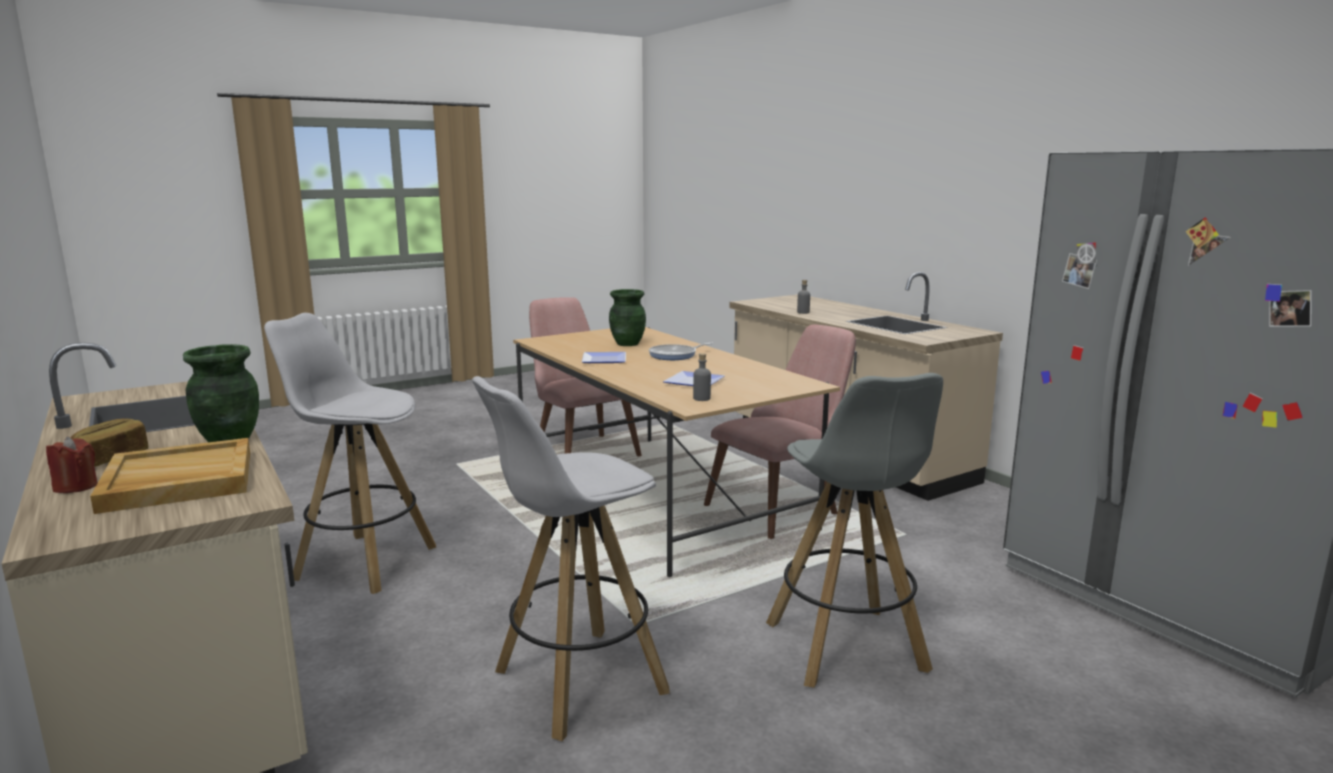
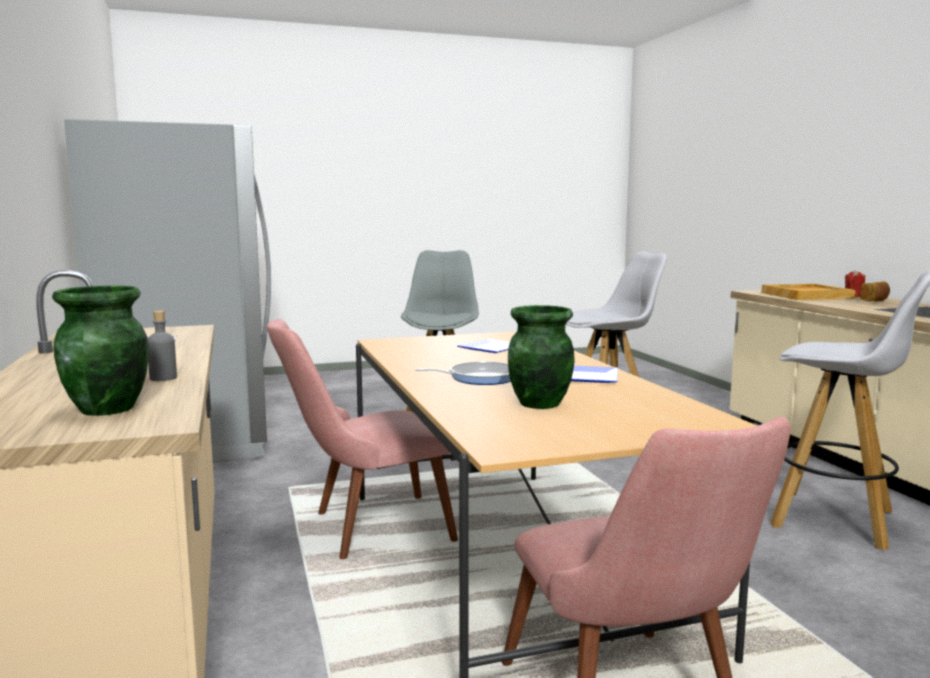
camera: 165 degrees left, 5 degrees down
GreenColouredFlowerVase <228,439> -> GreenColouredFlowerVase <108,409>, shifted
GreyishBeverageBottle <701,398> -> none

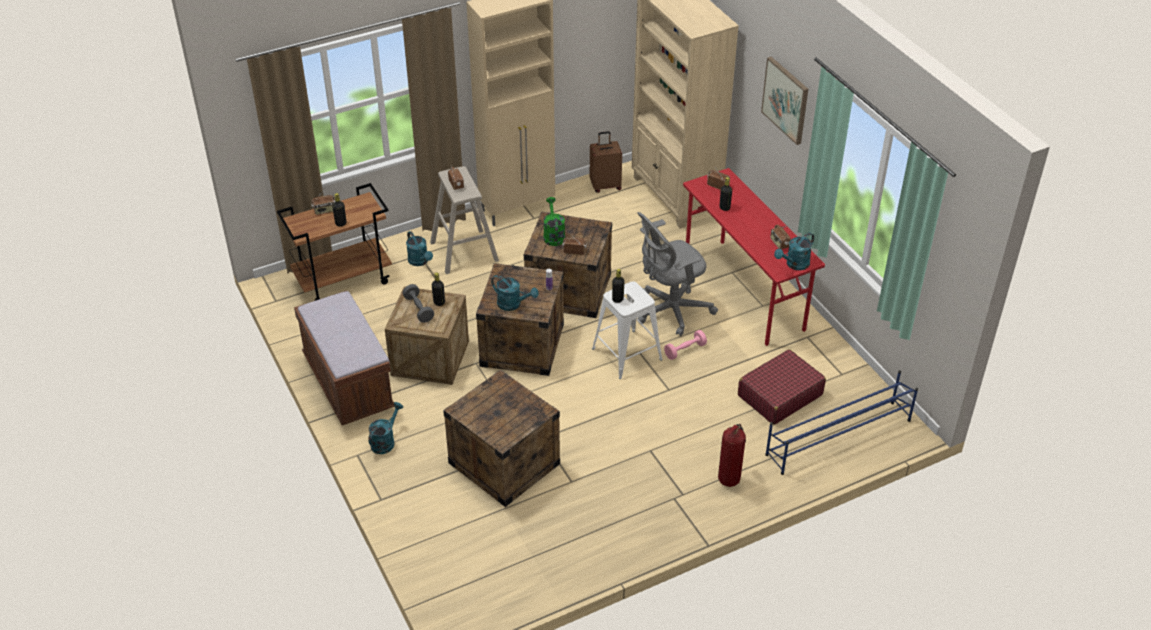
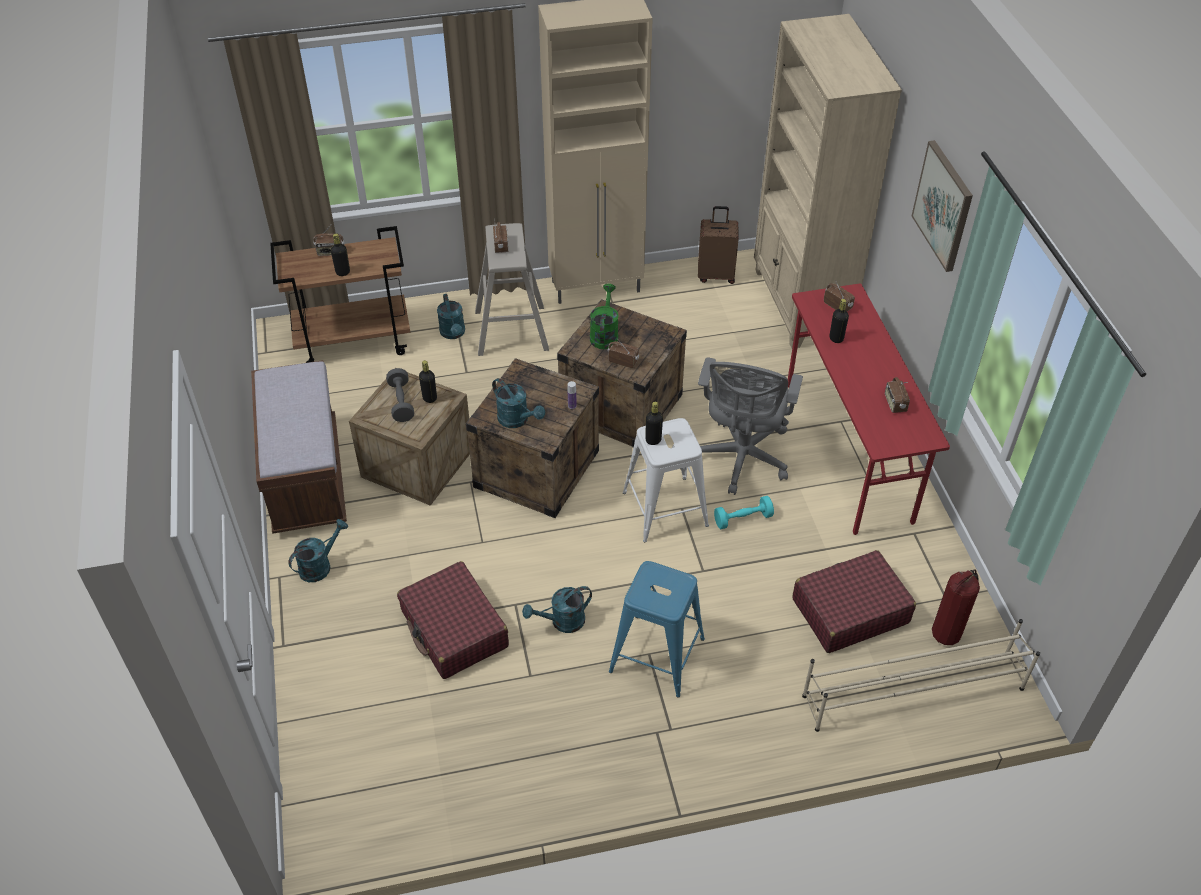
camera: 15 degrees right, 5 degrees up
GreyishComputerChair <670,311> -> GreyishComputerChair <741,459>, 60 degrees counterclockwise
TurquoiseSprinklingCan <794,265> -> TurquoiseSprinklingCan <562,622>, shifted
PinkishDumbbell <685,350> -> TurquoiseDumbbell <743,519>
PackingCrate <504,463> -> RedColouredPieceOfLuggage <454,629>
BlueShoeShelf <837,437> -> BeigeColouredShoeShelf <912,692>
FireFightingCylinder <729,478> -> FireFightingCylinder <947,633>, shifted
none -> BlueSittingStool <657,655>

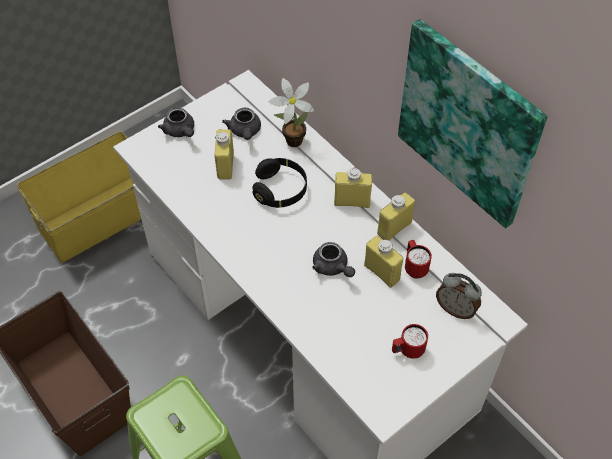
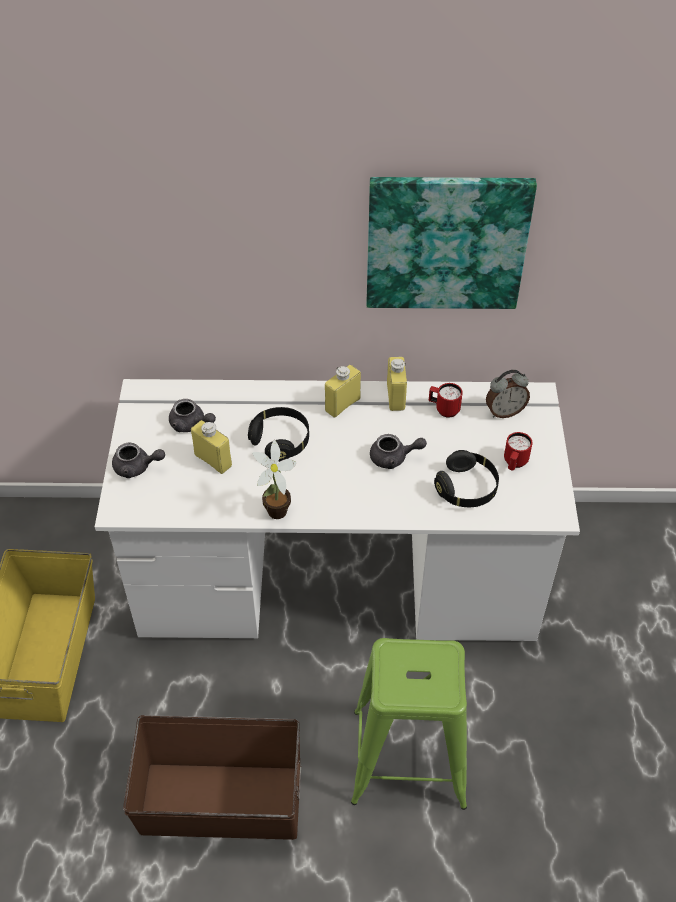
camera: 50 degrees left, 5 degrees down
Houseplant <291,141> -> Houseplant <274,513>, shifted
YellowishBeverageBottle <381,272> -> none
none -> BlackishHeadphones <466,488>

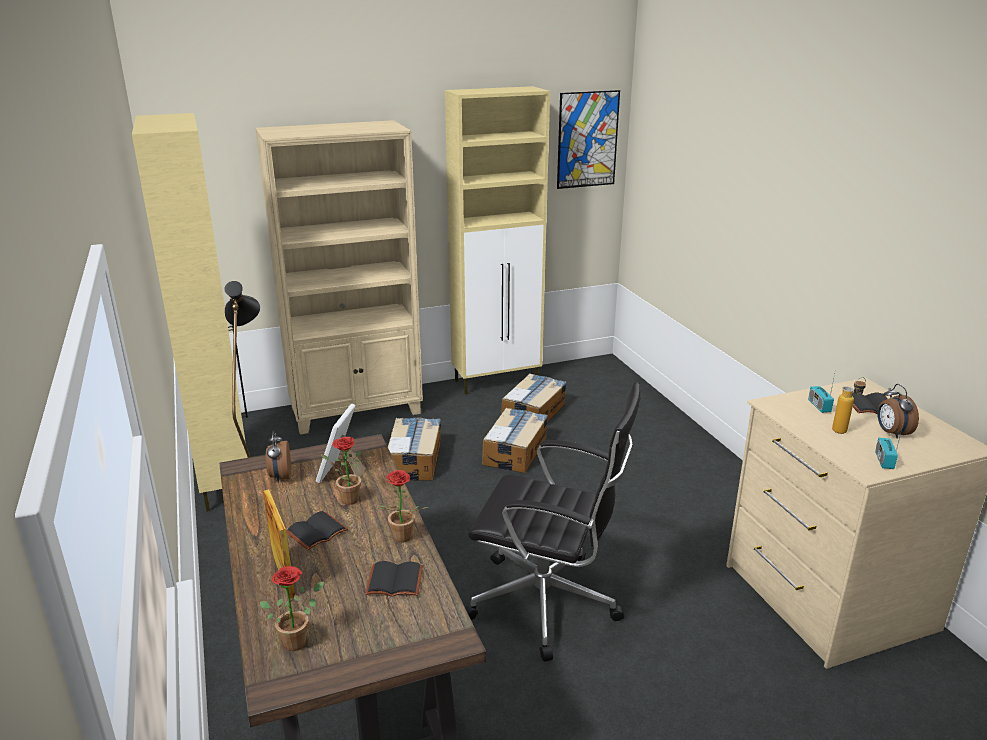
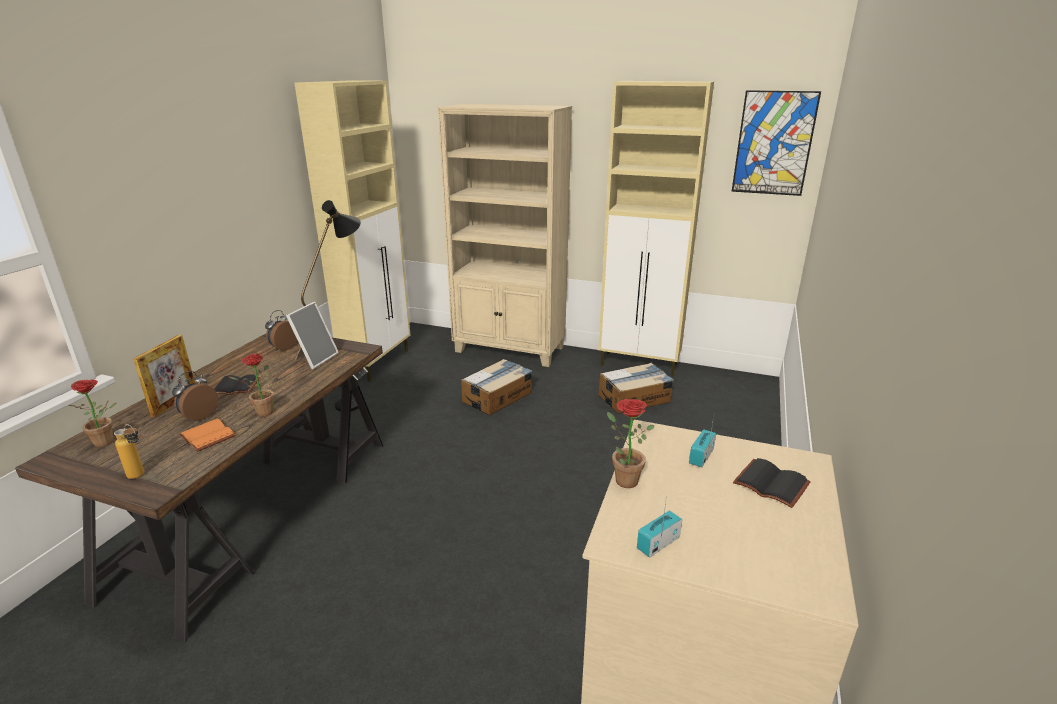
camera: 40 degrees right, 0 degrees up
BeverageBottle <844,429> -> BeverageBottle <140,476>, shifted
BlackishComputerChair <548,603> -> none
BedsideClock <891,433> -> BedsideClock <198,416>, shifted
StandingFrame <341,472> -> StandingFrame <315,359>, 150 degrees clockwise
PackingBox <515,451> -> none
Houseplant <346,499> -> Houseplant <622,479>, shifted
BlackishBoundBook <393,582> -> OrangeColouredBoundBook <206,436>

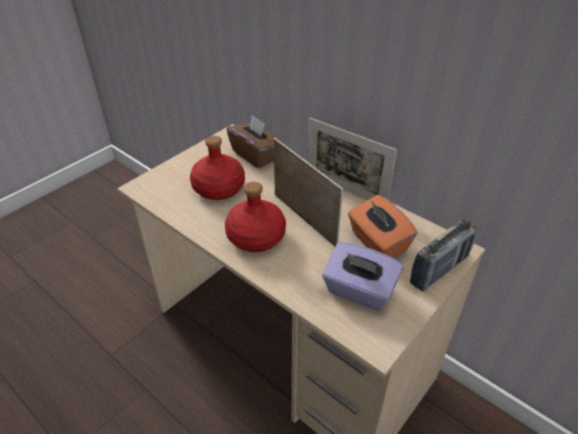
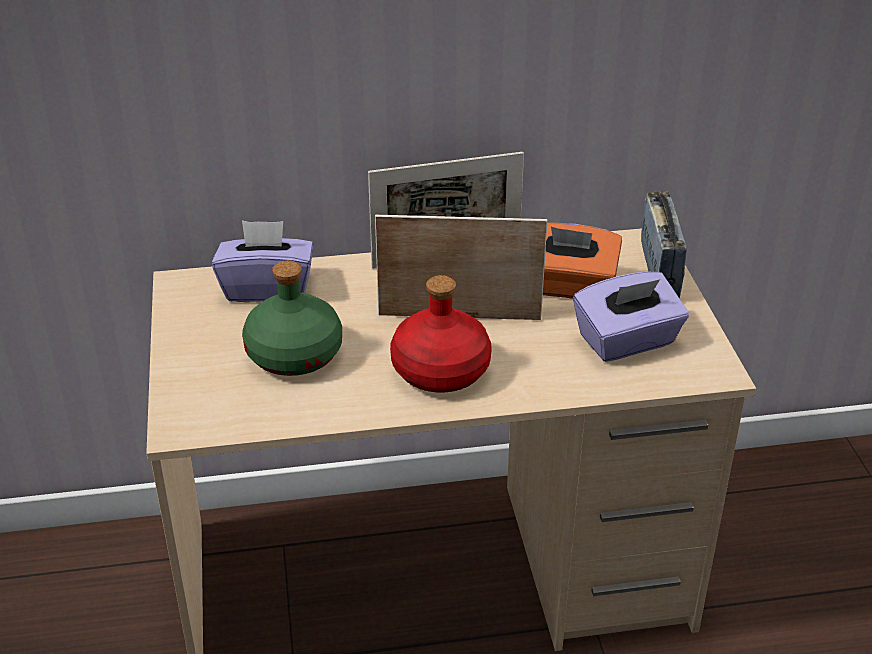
camera: 50 degrees left, 5 degrees down
BrownColouredTissueHolder <255,155> -> PurplishTissueHolder <267,288>
RedColouredBeverageBottle <219,188> -> GreenColouredBeverageBottle <295,354>

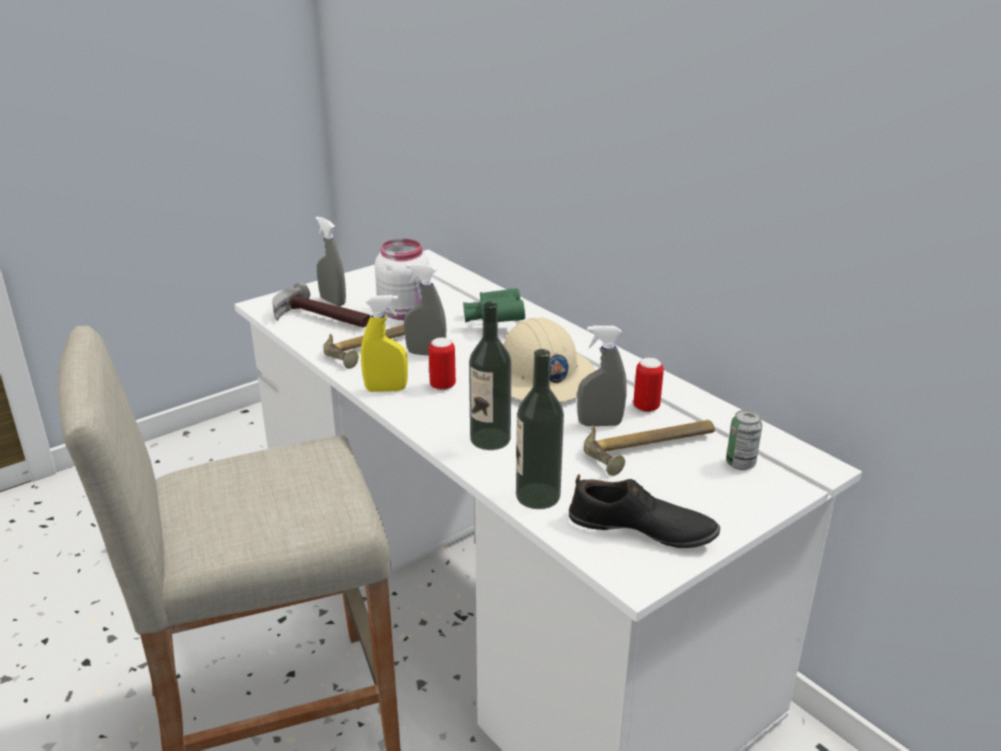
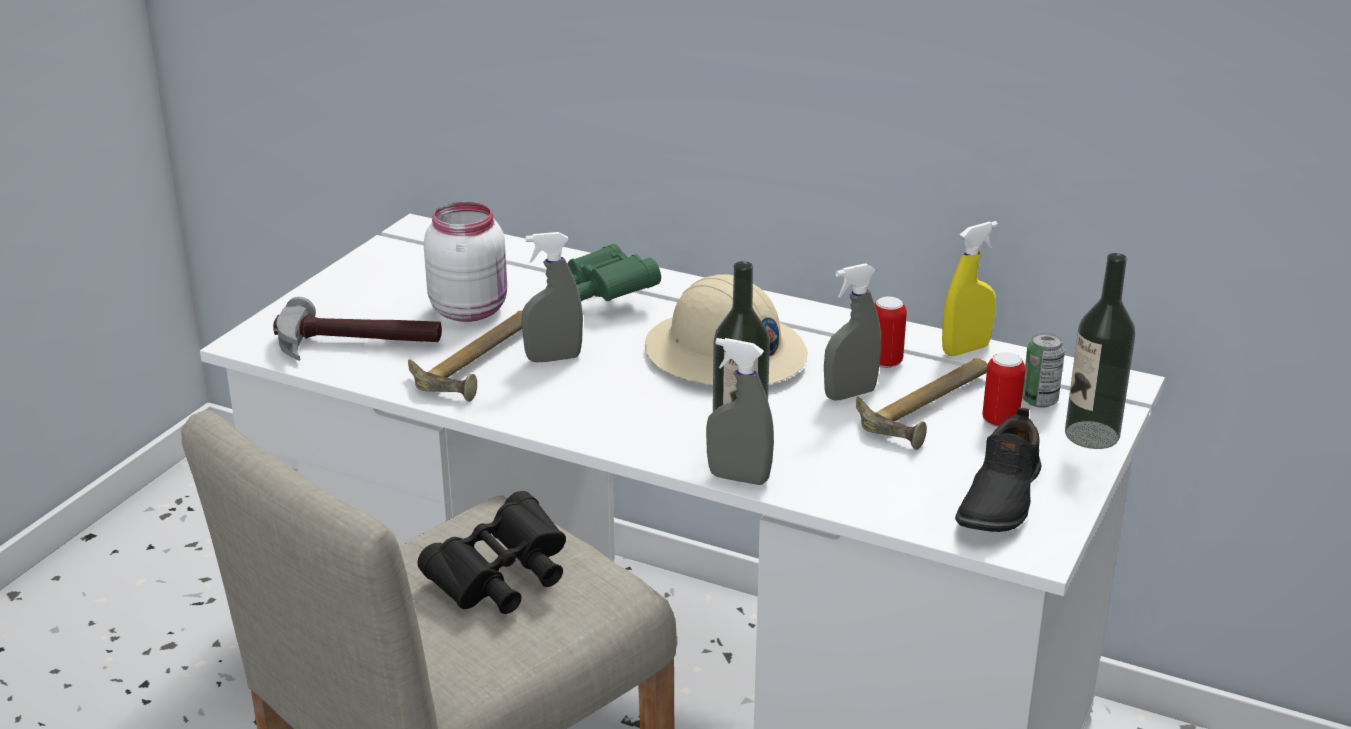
camera: 25 degrees left, 0 degrees up
GreyishHandSprayer <333,301> -> GreyishHandSprayer <738,478>, shifted
YellowishHandSprayer <386,389> -> YellowishHandSprayer <965,349>, shifted
Can <442,386> -> Can <1000,421>, shifted
BeverageBottle <538,496> -> BeverageBottle <1091,435>, shifted
BlackishLowShoe <641,529> -> BlackishLowShoe <998,499>, 120 degrees clockwise
none -> BlackishFieldGlasses <501,580>

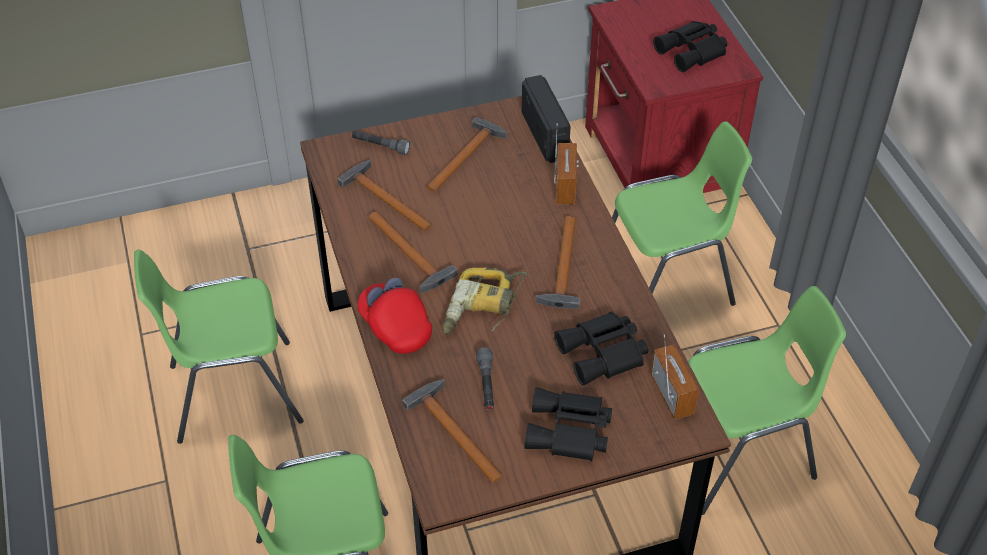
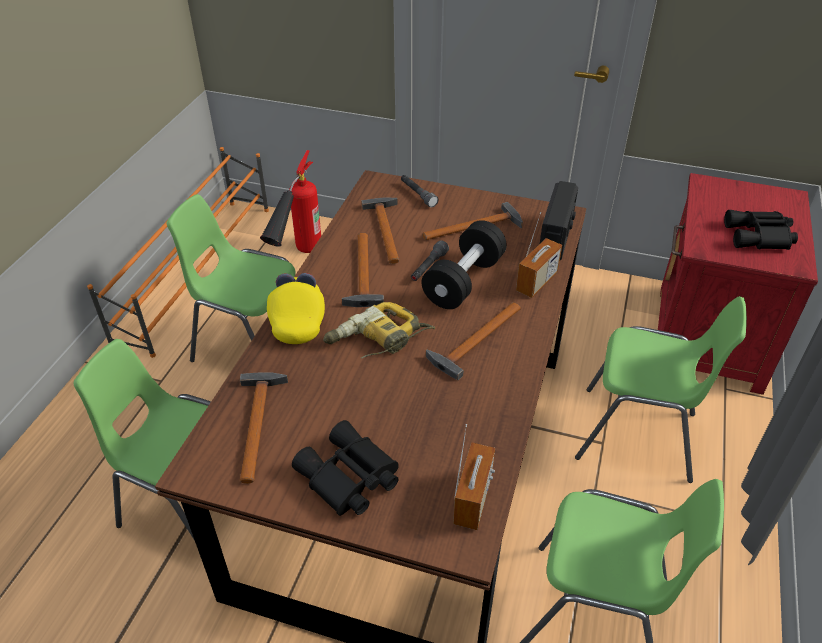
camera: 35 degrees right, 5 degrees down
RedColouredPeakedCap <395,327> -> YellowishPeakedCap <298,320>
BlackishFieldGlasses <604,354> -> none
GreyishFlashlight <486,385> -> GreyishFlashlight <428,267>, shifted
none -> OrangeColouredShoeShelf <198,271>
none -> FireFightingCylinder <298,260>
none -> BlackishDumbbell <464,281>

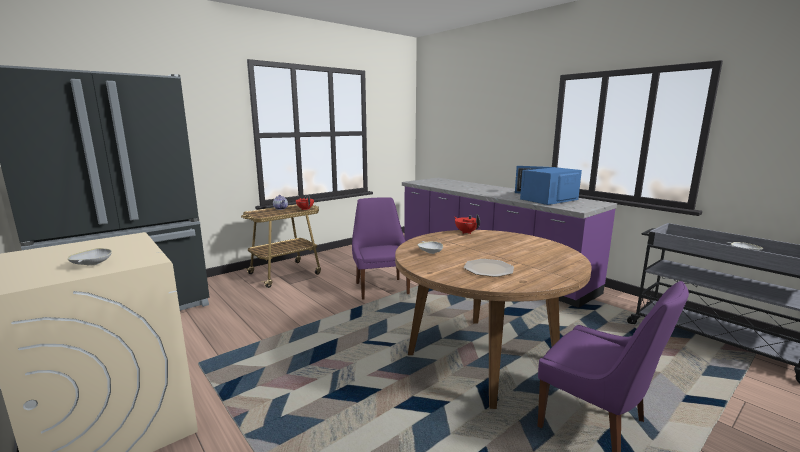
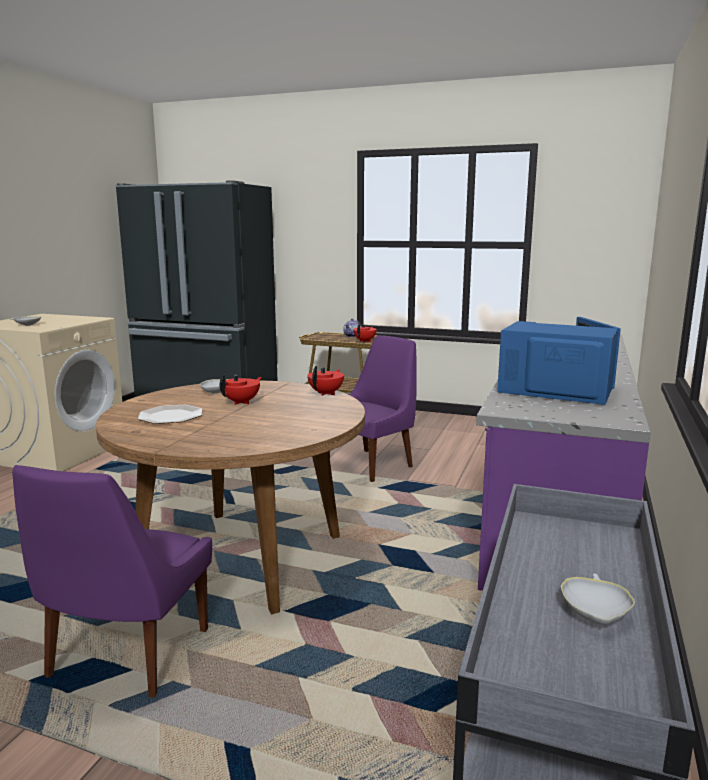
camera: 60 degrees right, 0 degrees up
none -> RedColouredTeaPot <242,402>

